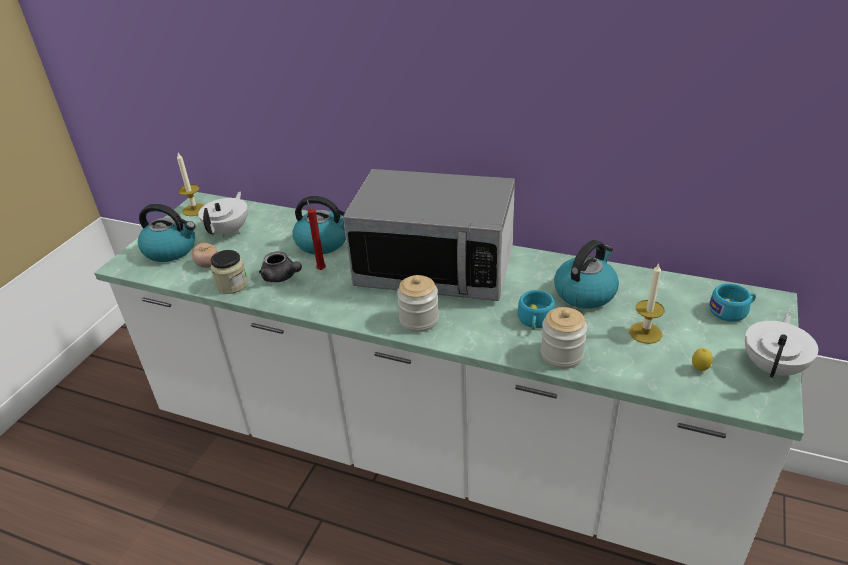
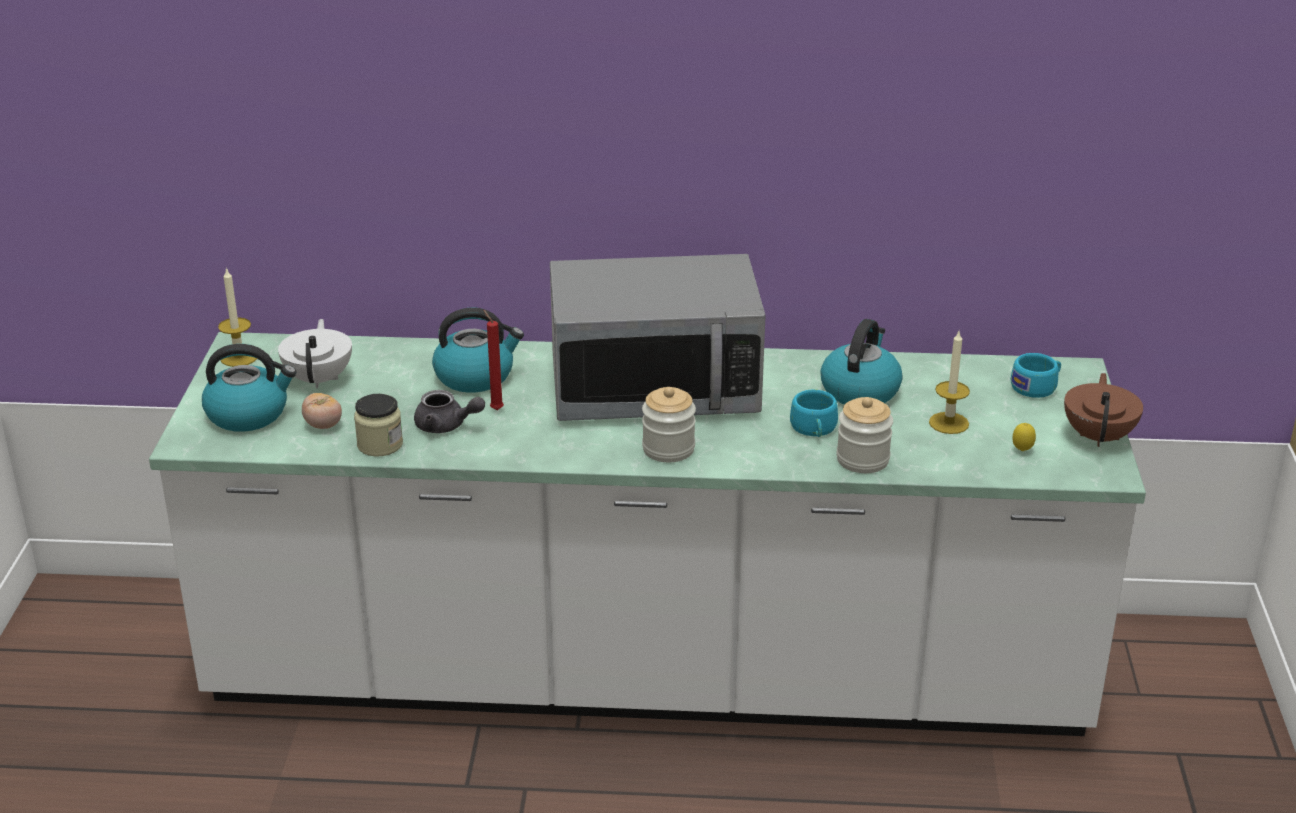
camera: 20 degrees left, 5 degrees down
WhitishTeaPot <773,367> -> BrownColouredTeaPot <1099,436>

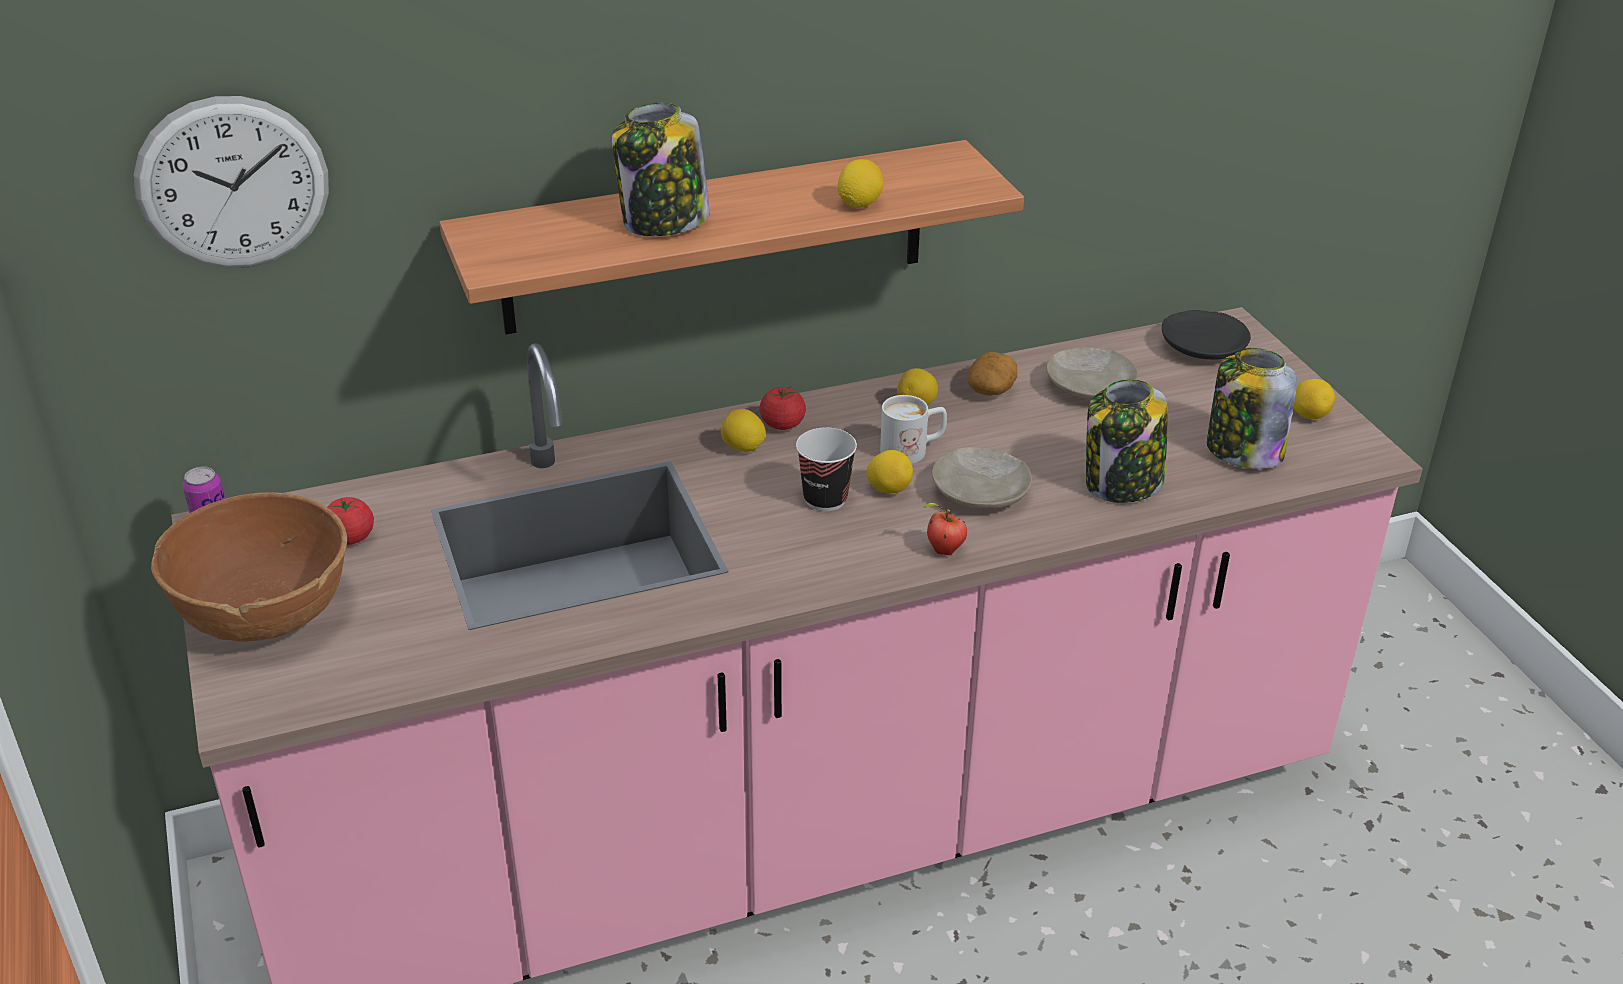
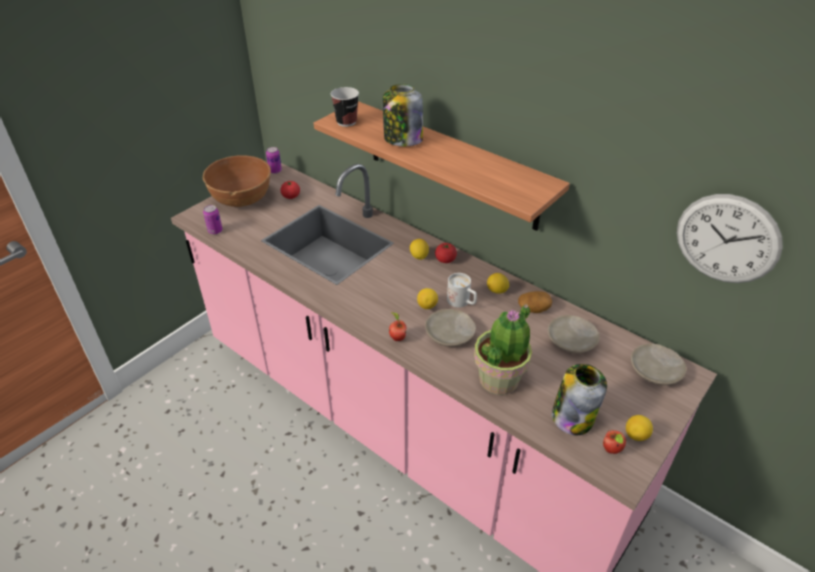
camera: 60 degrees right, 5 degrees up
WallClock <233,183> -> WallClock <727,239>, shifted
Lemon <859,204> -> none
BlackishPlate <1203,347> -> BeigeColouredPlate <656,370>
PreserveJar <1122,484> -> Houseplant <499,379>
SmallCup <825,499> -> SmallCup <346,122>, shifted
none -> Can <215,231>
none -> Apple <612,450>

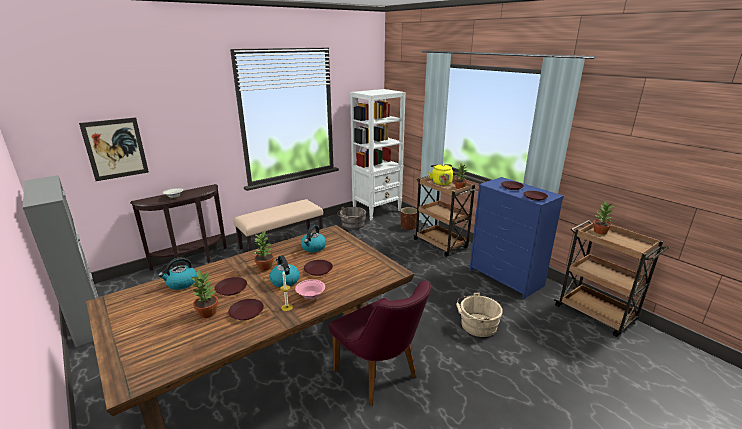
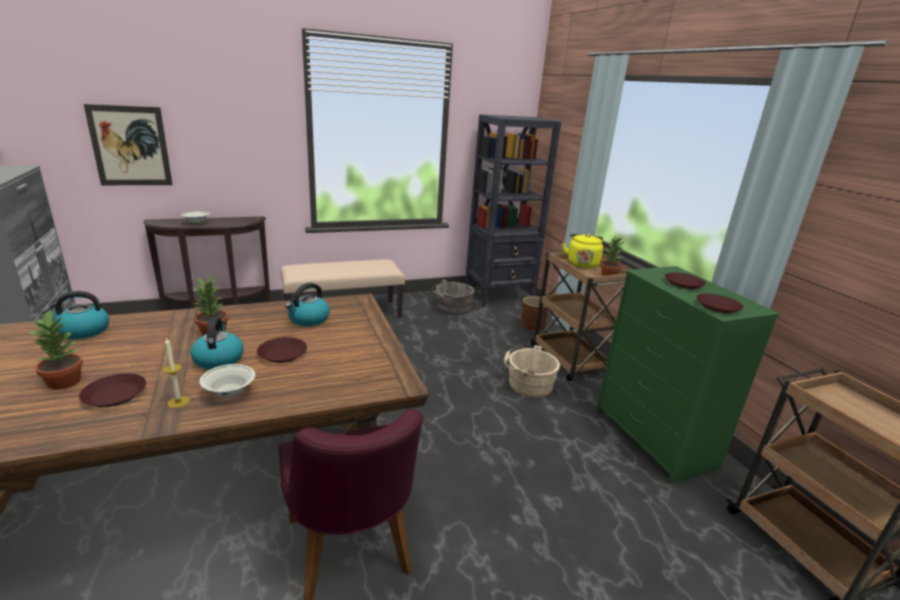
camera: 15 degrees right, 0 degrees up
WhitishShelvingUnit <377,210> -> BlackishShelvingUnit <499,295>
BlueDrawerChest <506,278> -> GreenColouredDrawerChest <654,439>
Houseplant <600,232> -> none
BrownColouredPlate <231,289> -> none
PinkishDeepDish <310,297> -> WhitishDeepDish <229,394>
BeigeColouredBucket <476,325> -> BeigeColouredBucket <527,384>, shifted

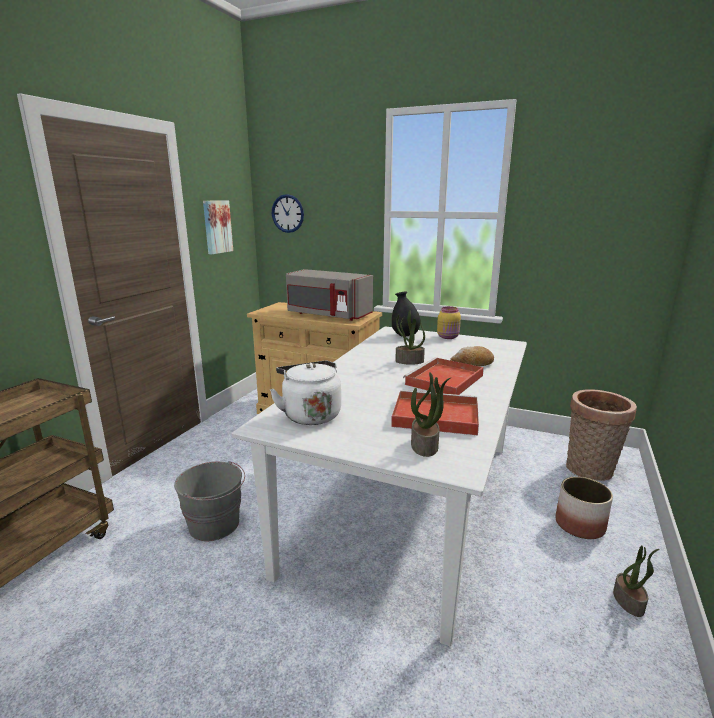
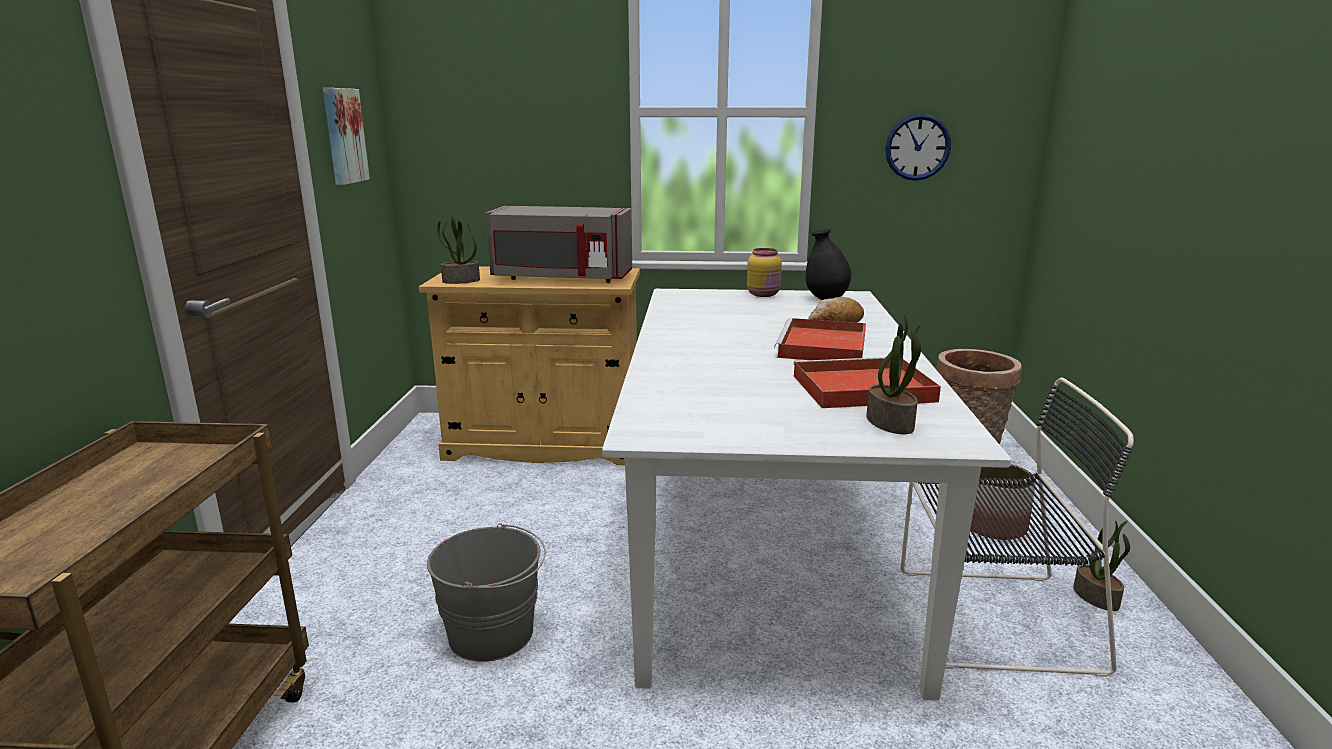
camera: 20 degrees left, 0 degrees up
WallClock <287,213> -> WallClock <917,147>, shifted
BlackishFlowerVase <405,336> -> BlackishFlowerVase <826,299>, shifted
Houseplant <409,361> -> Houseplant <460,281>, shifted
WhitishTeaKettle <310,414> -> none
none -> BlackishPlainChair <988,619>

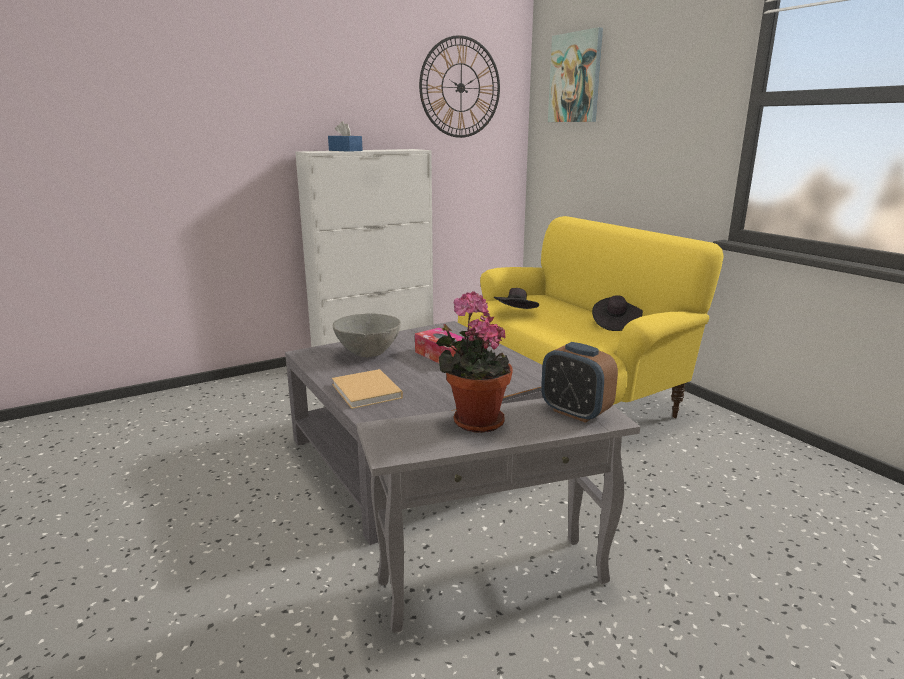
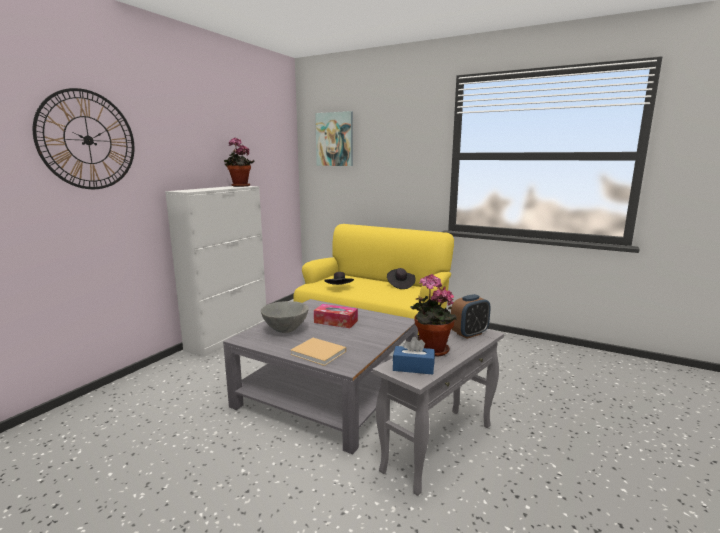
camera: 30 degrees left, 5 degrees down
WallClock <460,87> -> WallClock <88,140>, shifted
BlueTissueHolder <345,150> -> BlueTissueHolder <413,367>, shifted
BedsideClock <575,412> -> BedsideClock <469,334>, 45 degrees counterclockwise
none -> Houseplant <239,186>

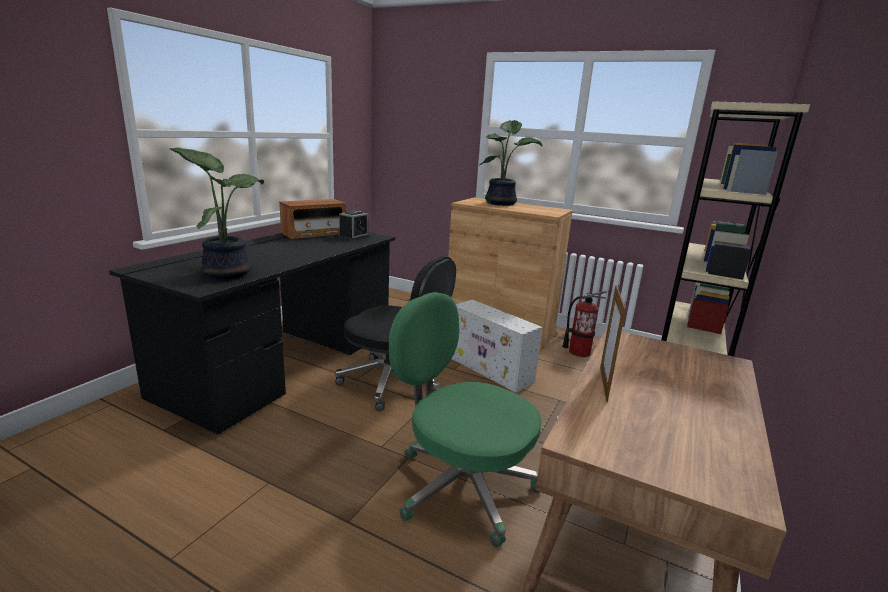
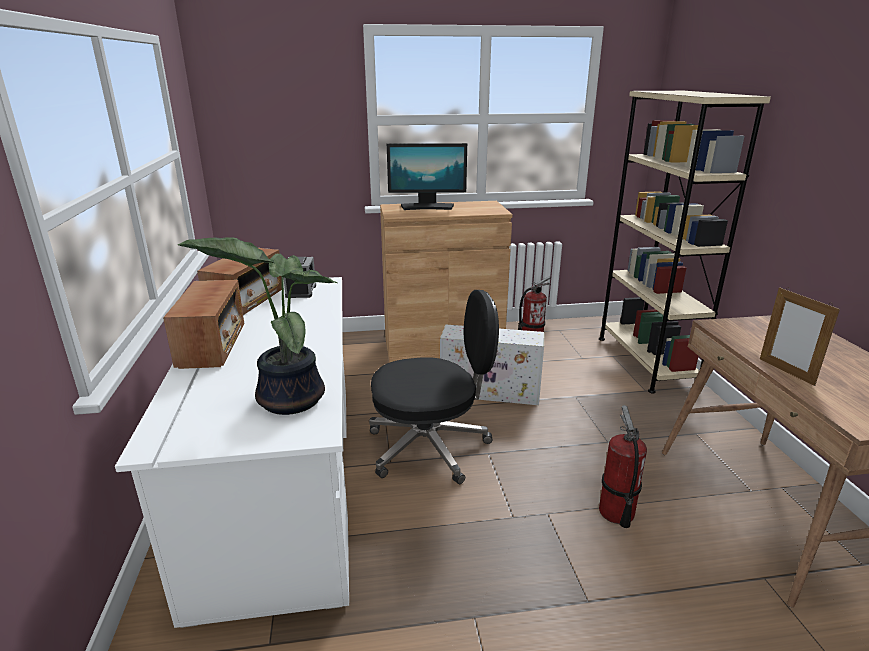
camera: 35 degrees left, 5 degrees up
Houseplant <502,203> -> ComputerDisplay <427,207>
BlackishDeskUnit <284,362> -> WhitishDeskUnit <282,482>
GreenColouredComputerChair <462,485> -> FireFightingCylinder <616,512>
none -> RadioReceiver <212,346>

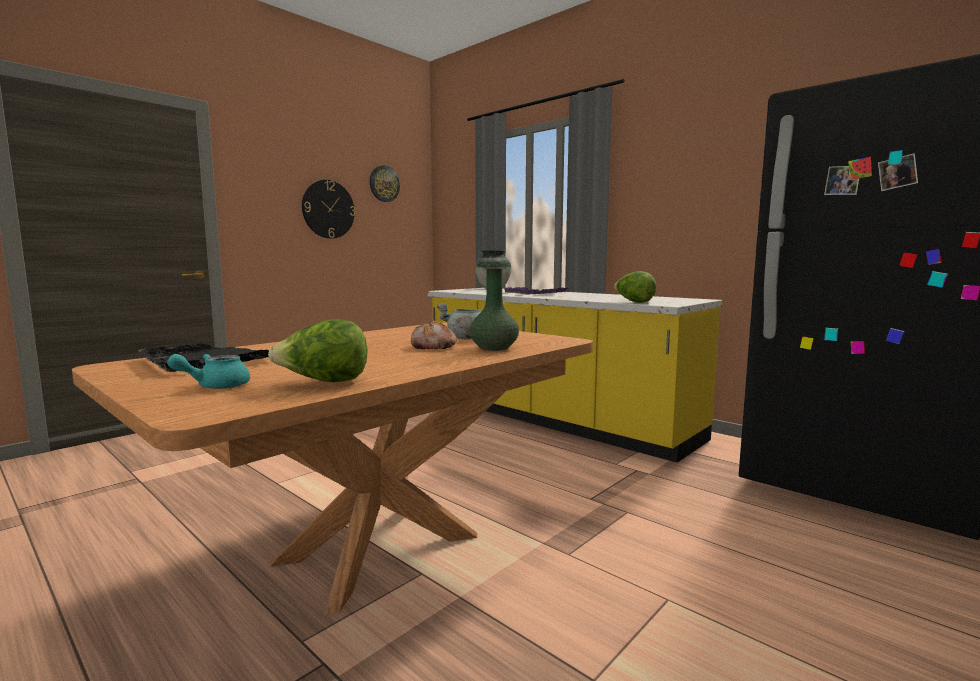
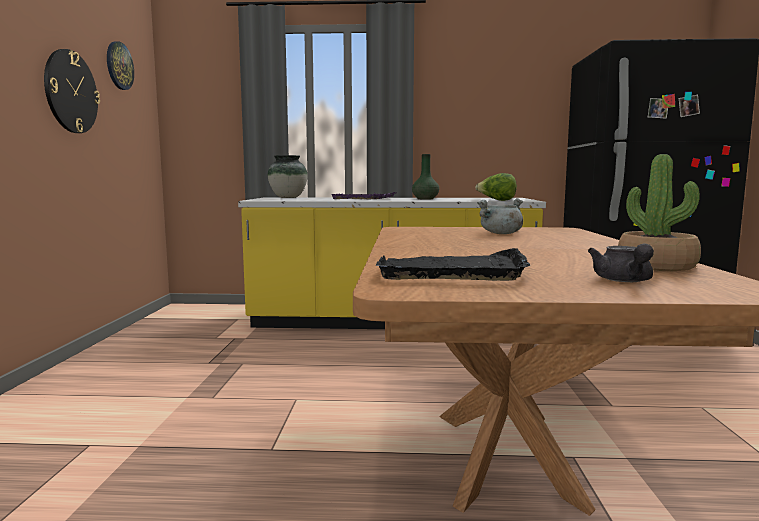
camera: 40 degrees left, 0 degrees up
GreenColouredFlowerVase <494,348> -> GreenColouredFlowerVase <425,199>, shifted
HeadOfLettuce <324,382> -> Houseplant <656,266>
BakedBread <433,347> -> none
TurquoiseTeaPot <215,386> -> GreyishTeaPot <624,281>

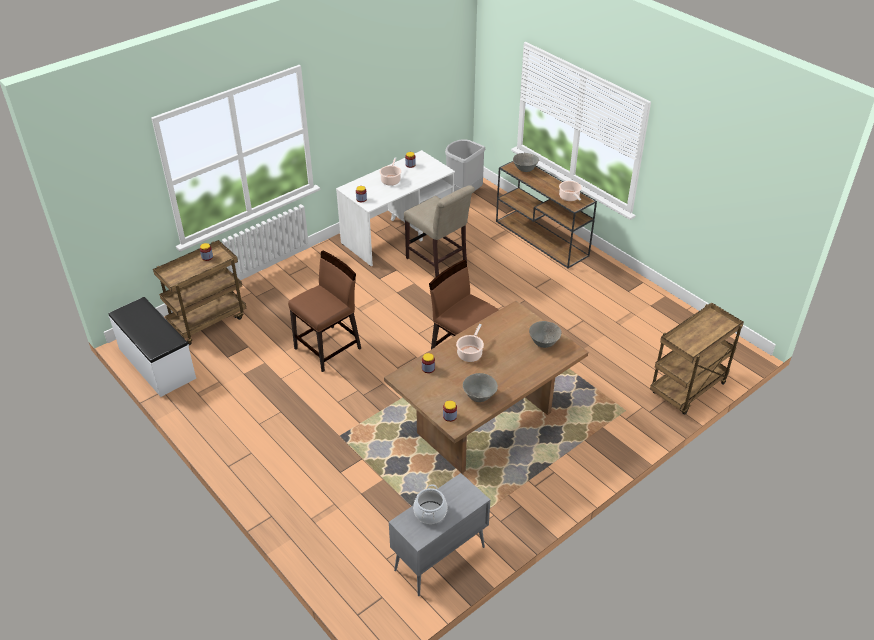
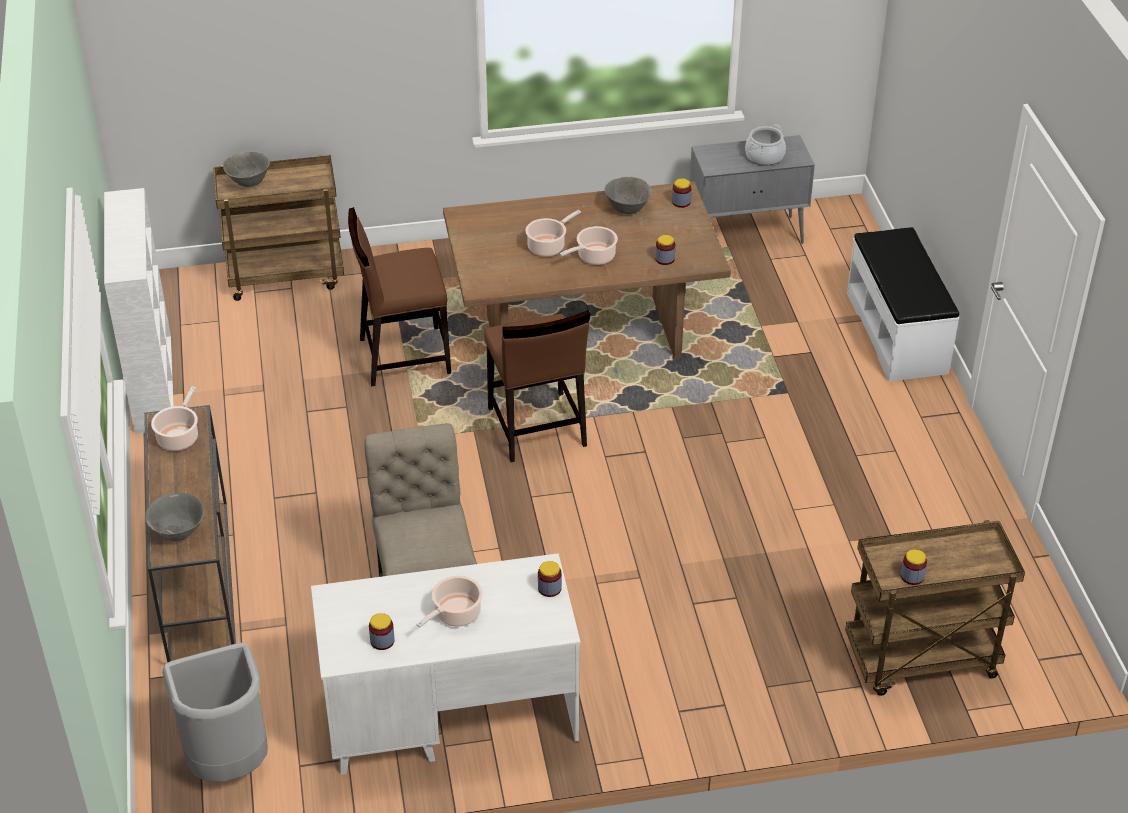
camera: 150 degrees left, 0 degrees up
BrownColouredPlainChair <328,348> -> BrownColouredPlainChair <403,356>, shifted
WhitishLongSeat <156,363> -> WhitishLongSeat <897,333>, shifted
GreyishDeepDish <543,343> -> GreyishDeepDish <249,182>, shifted
none -> WhitishShelvingUnit <153,382>
none -> Stockpot <548,246>

